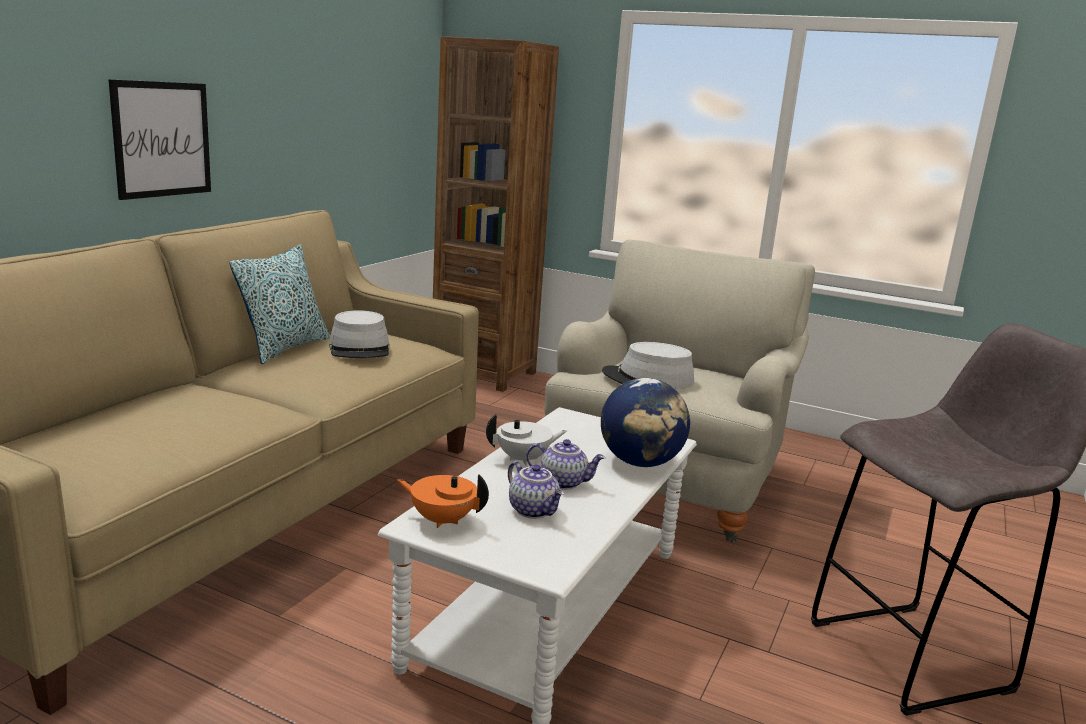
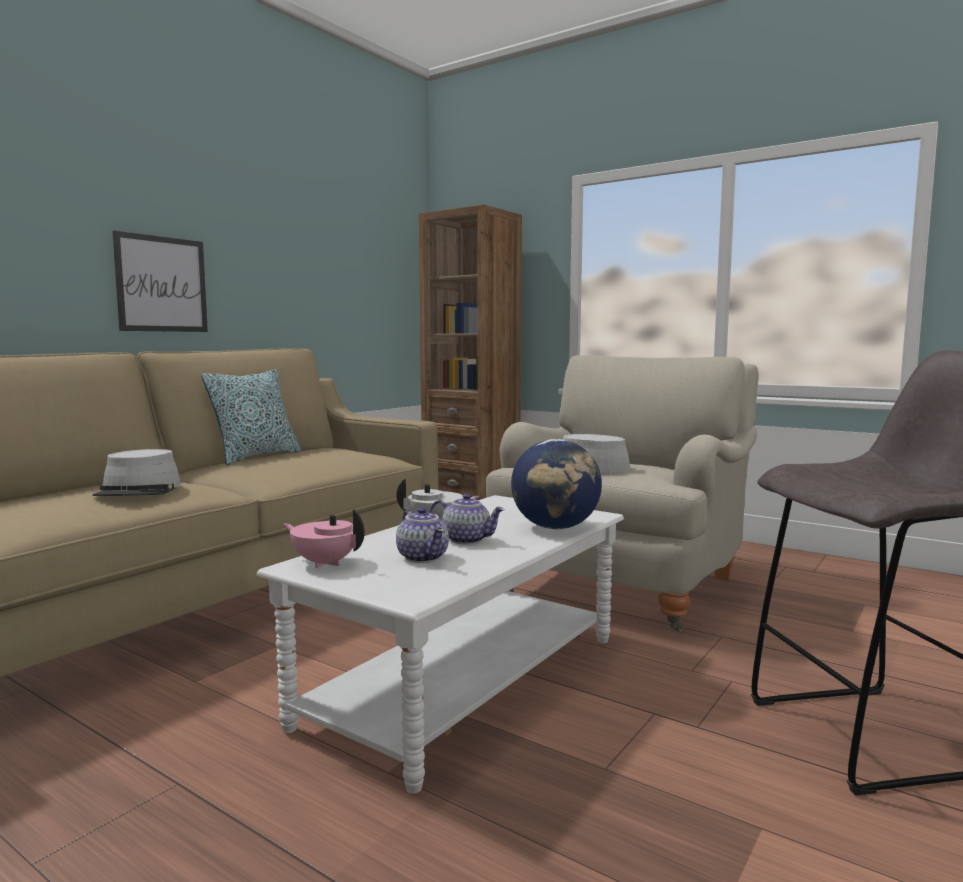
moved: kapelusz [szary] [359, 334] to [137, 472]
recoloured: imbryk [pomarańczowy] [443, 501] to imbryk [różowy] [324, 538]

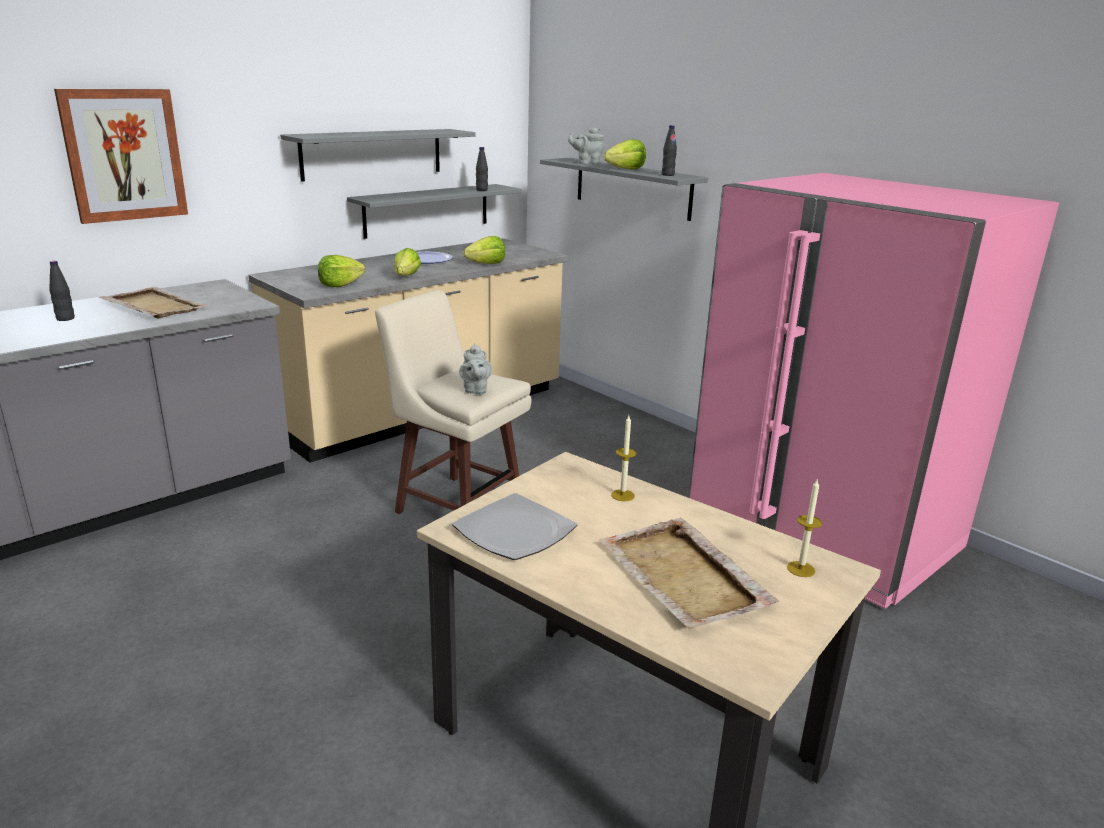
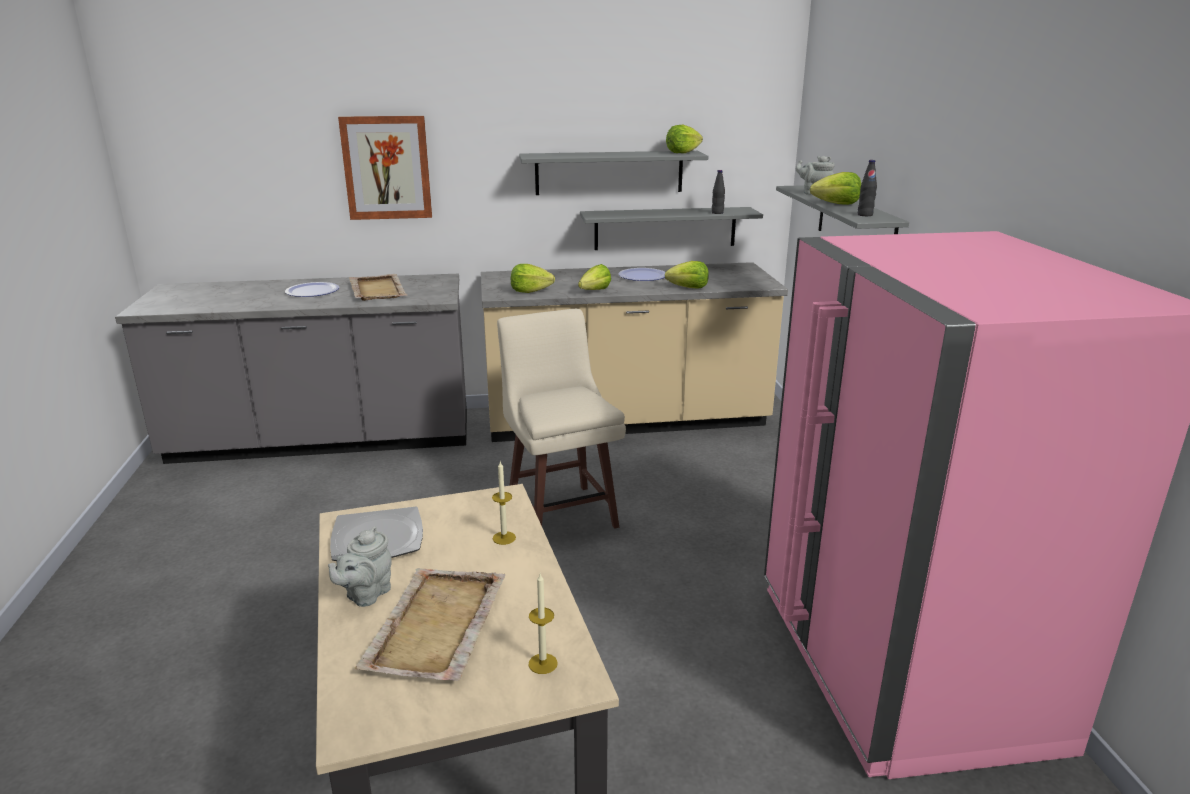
added: sałata [684, 139]
moved: imbryk [szary] [475, 368] to [360, 566]
replaced: butelka [czarny] [62, 291] to talerz [312, 289]

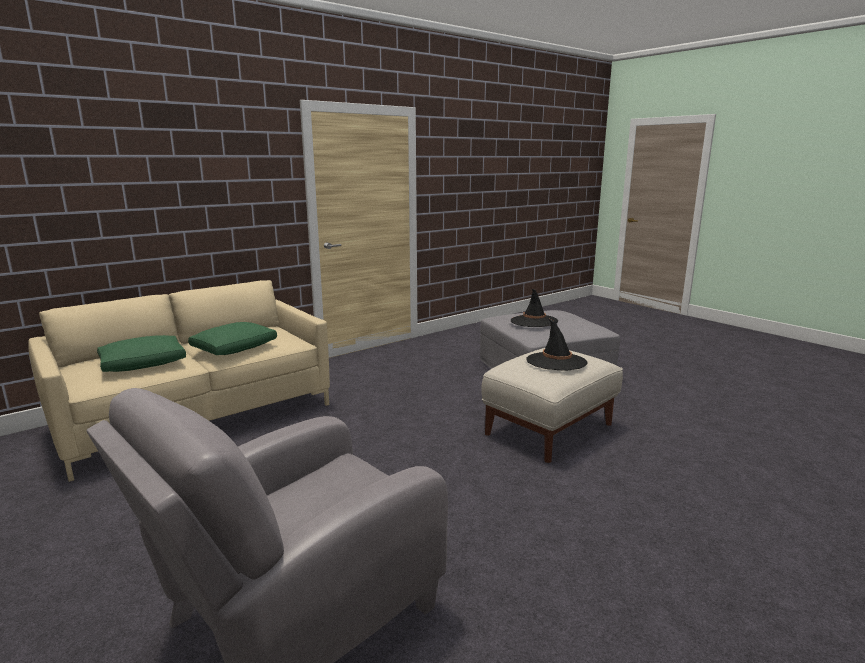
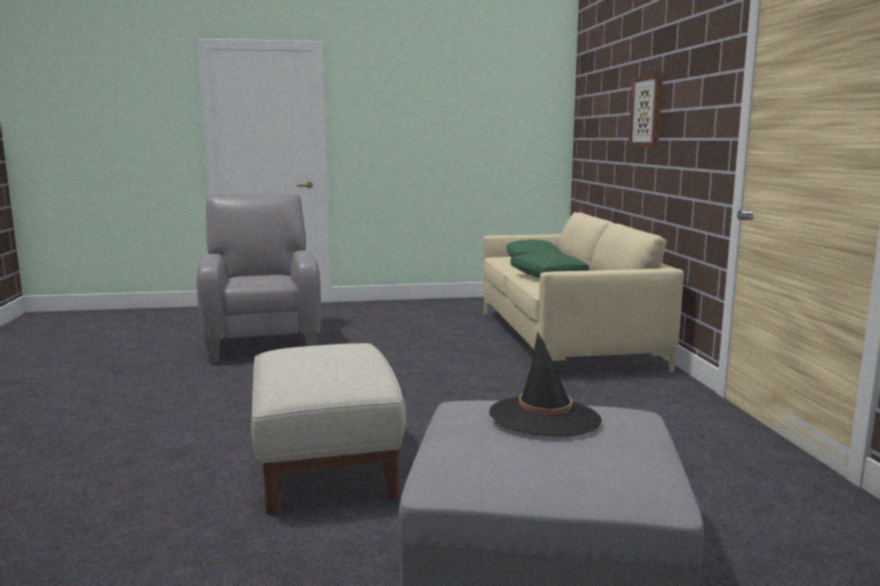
removed: kapelusz [czarny] [557, 344]
added: obraz [646, 110]

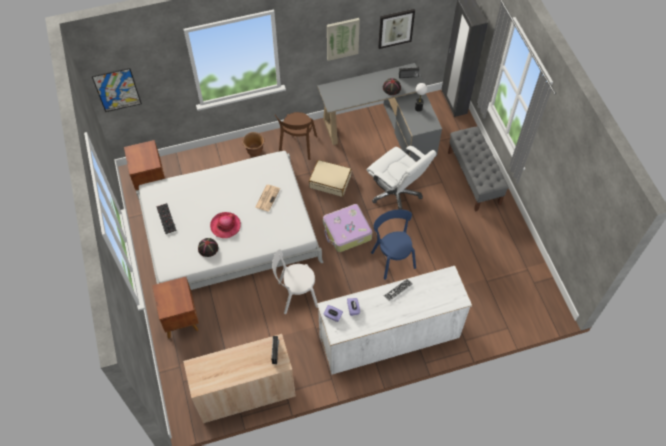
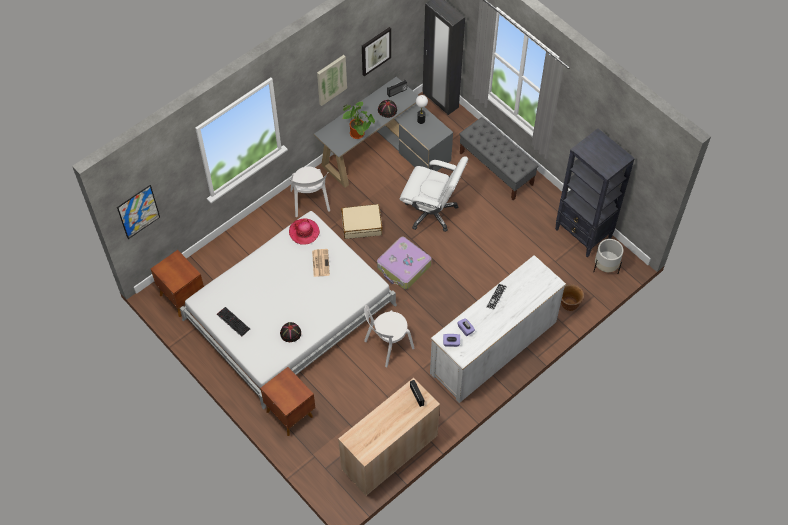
removed: krzesło [niebieski] [393, 244]
added: roślina doniczkowa [358, 120]; regał [czarny] [595, 193]; donica [biały] [608, 256]
moved: kapelusz [225, 225] to [304, 232]; donica [brązowy] [253, 144] to [572, 297]
recoloured: krzesło [brązowy] [296, 136] to krzesło [biały] [309, 192]

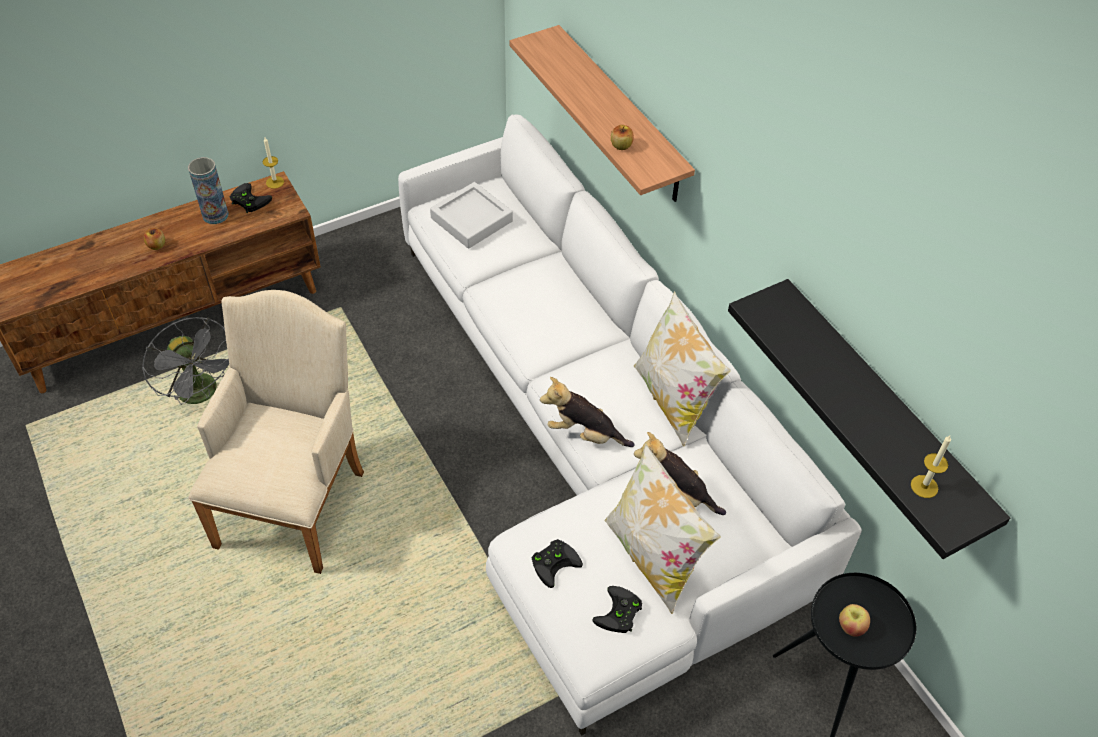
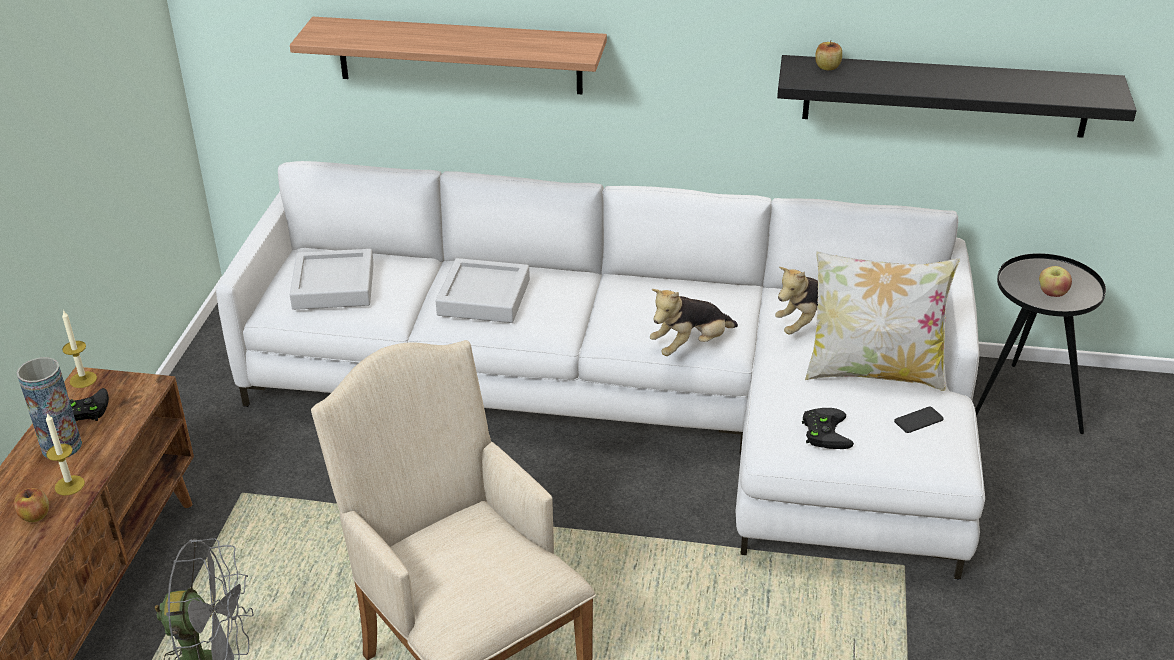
removed: poduszka [682, 369]
added: taca [szary] [483, 290]
moved: jabłko [622, 137] to [828, 55]; świeca [931, 466] to [65, 454]
replaced: pad do gier [czarny] [617, 609] to telefon [919, 420]

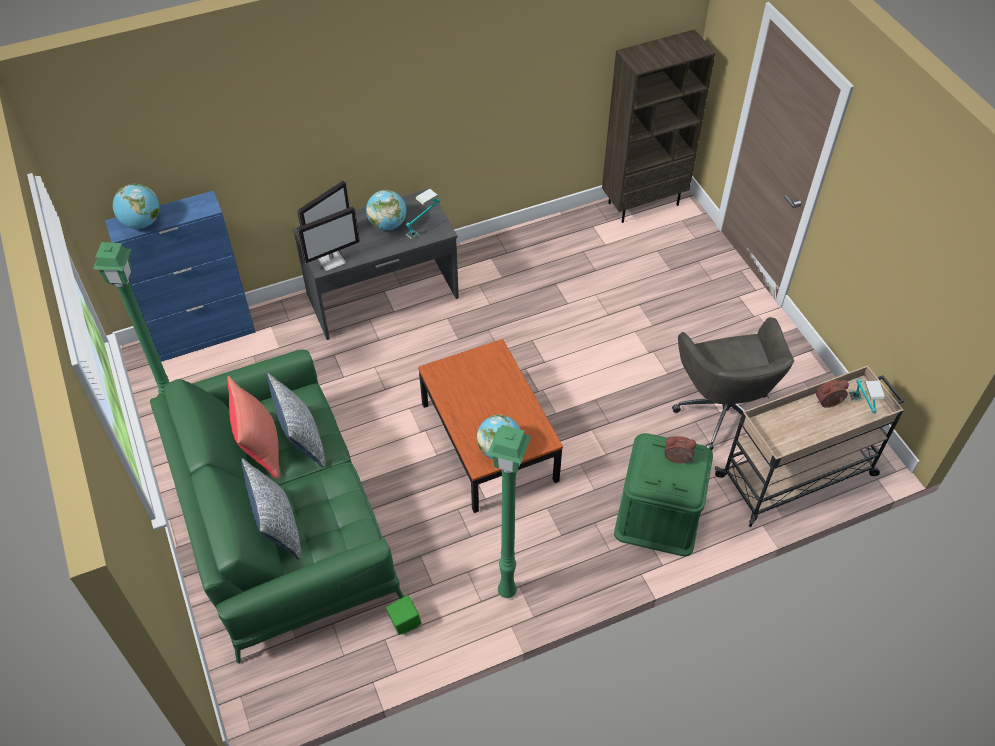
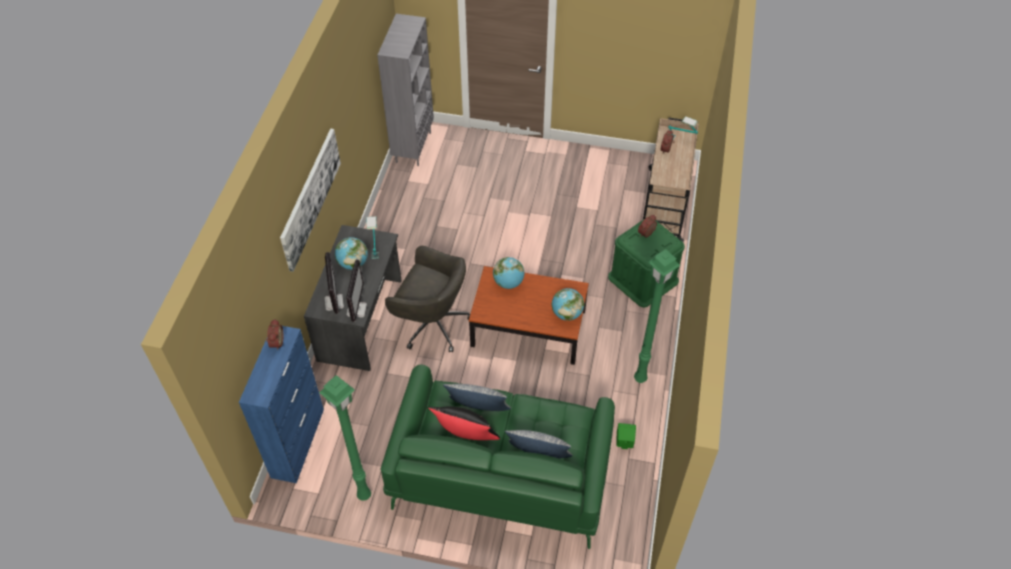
added: budzik [274, 334]; obraz [310, 200]
moved: globus [136, 206] to [508, 273]; krzesło biurowe [szary] [733, 384] to [427, 299]
recoloured: poduszka [czerwony] [253, 427] to poduszka [czarny] [464, 423]; regał [brązowy] [659, 126] to regał [szary] [405, 90]

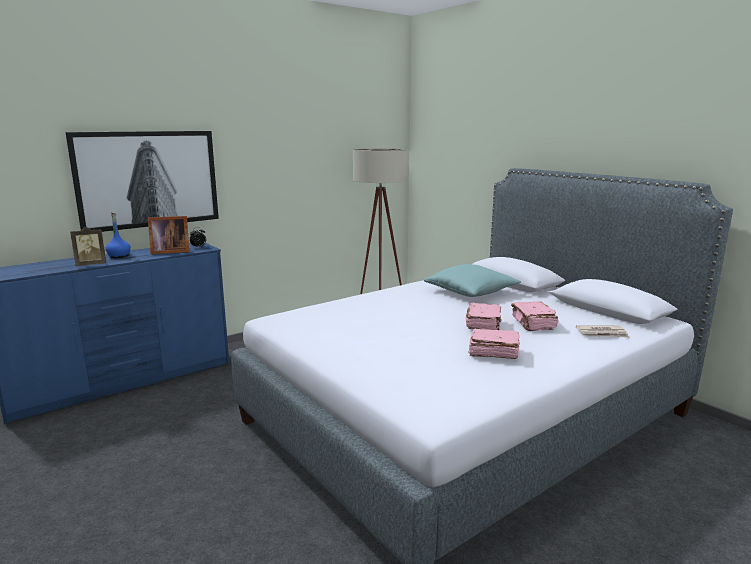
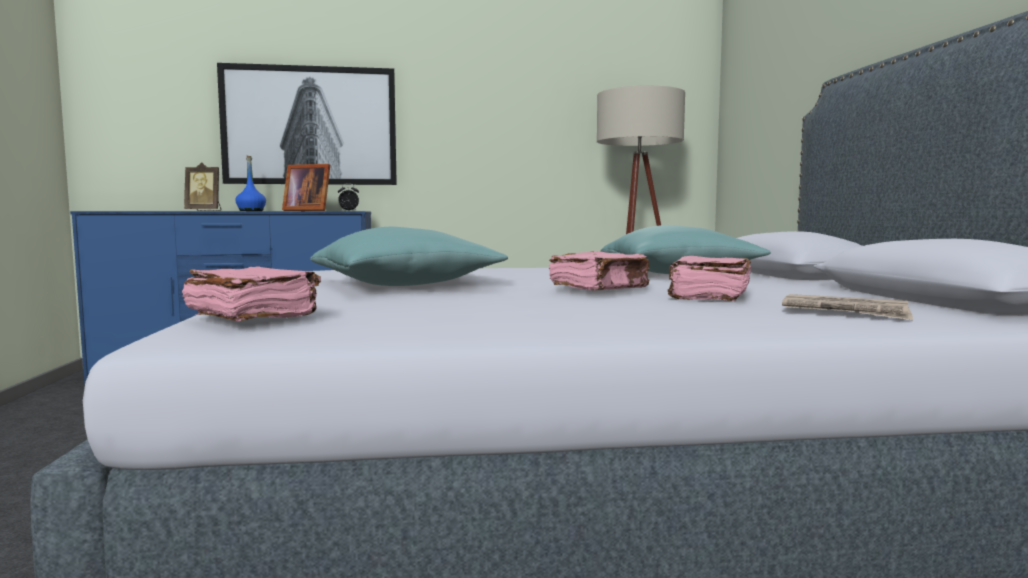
added: poduszka [turkusowy] [409, 256]
moved: książka [różowy] [494, 343] to [251, 293]

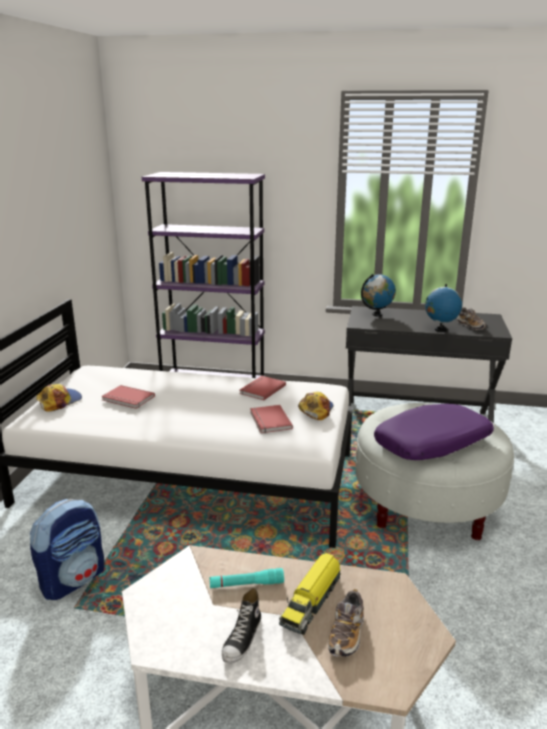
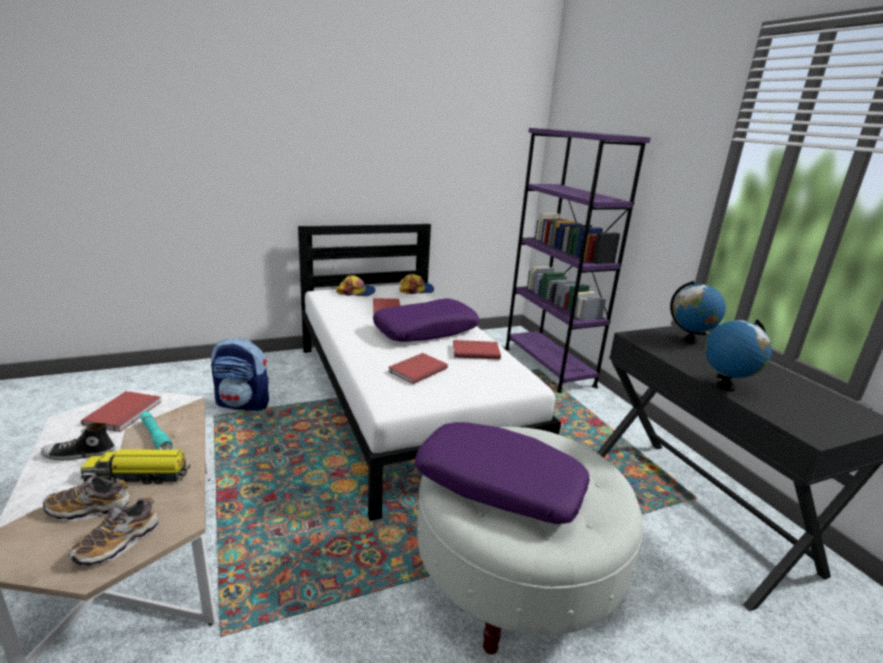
added: książka [czerwony] [121, 411]; poduszka [fioletowy] [426, 320]
moved: czapka z daszkiem [316, 406] to [416, 284]; but [472, 318] to [114, 531]

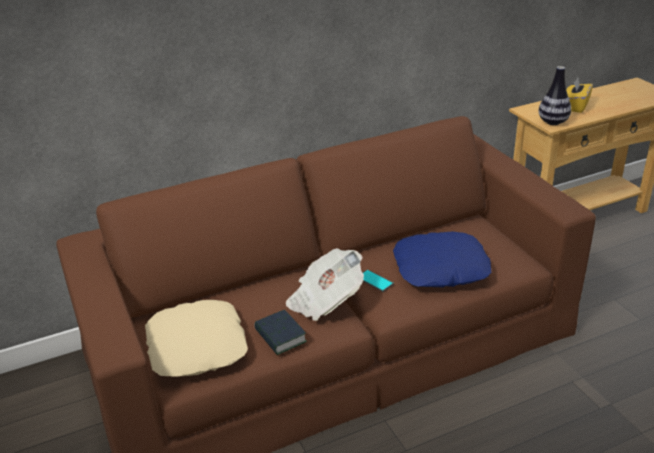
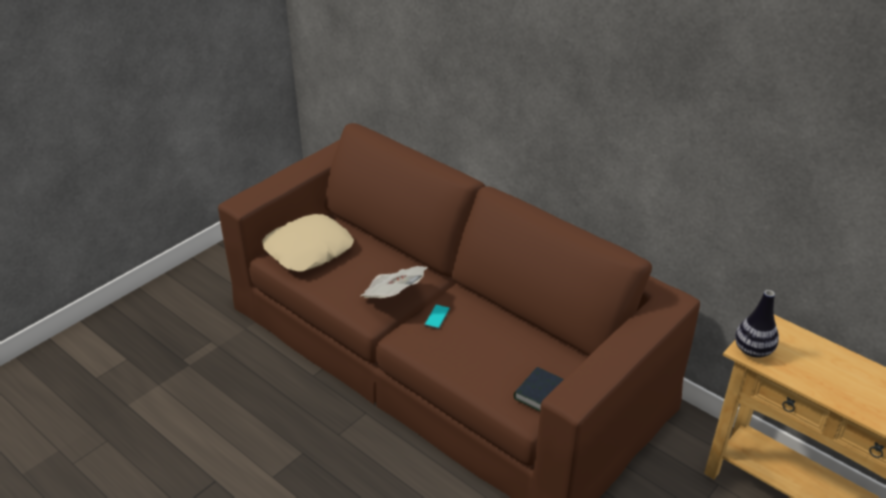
removed: poduszka [niebieski] [442, 259]; pudełko chusteczek [żółty] [579, 95]
moved: książka [280, 332] to [539, 389]

